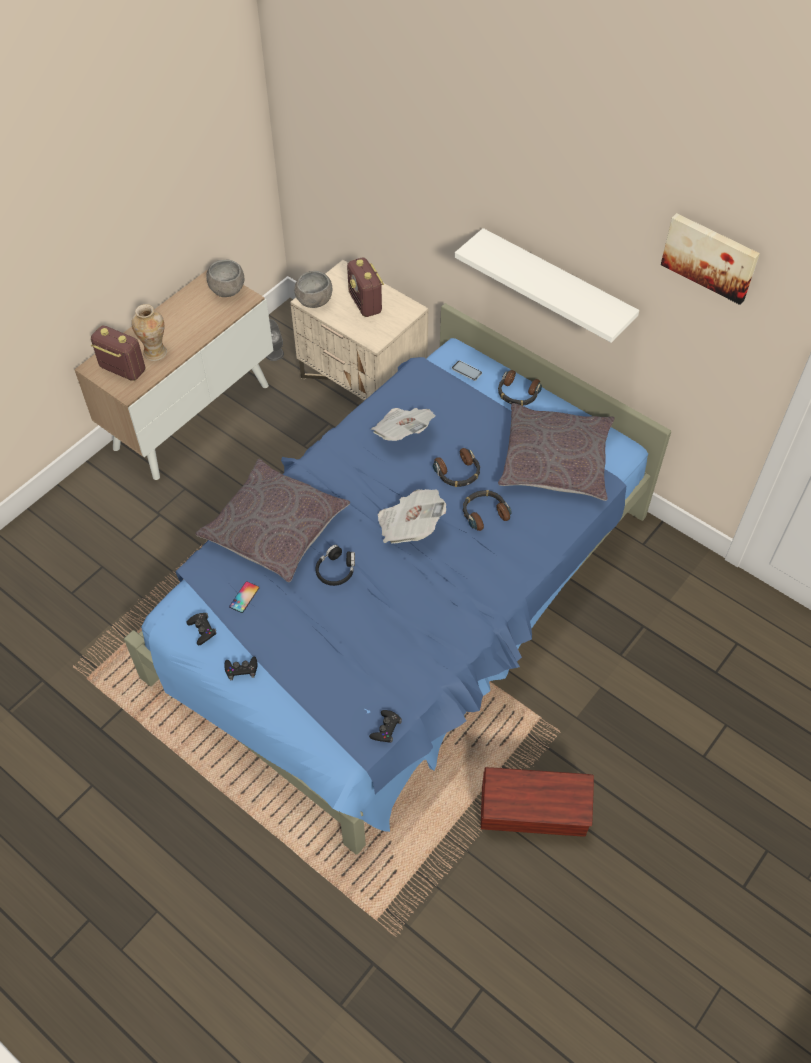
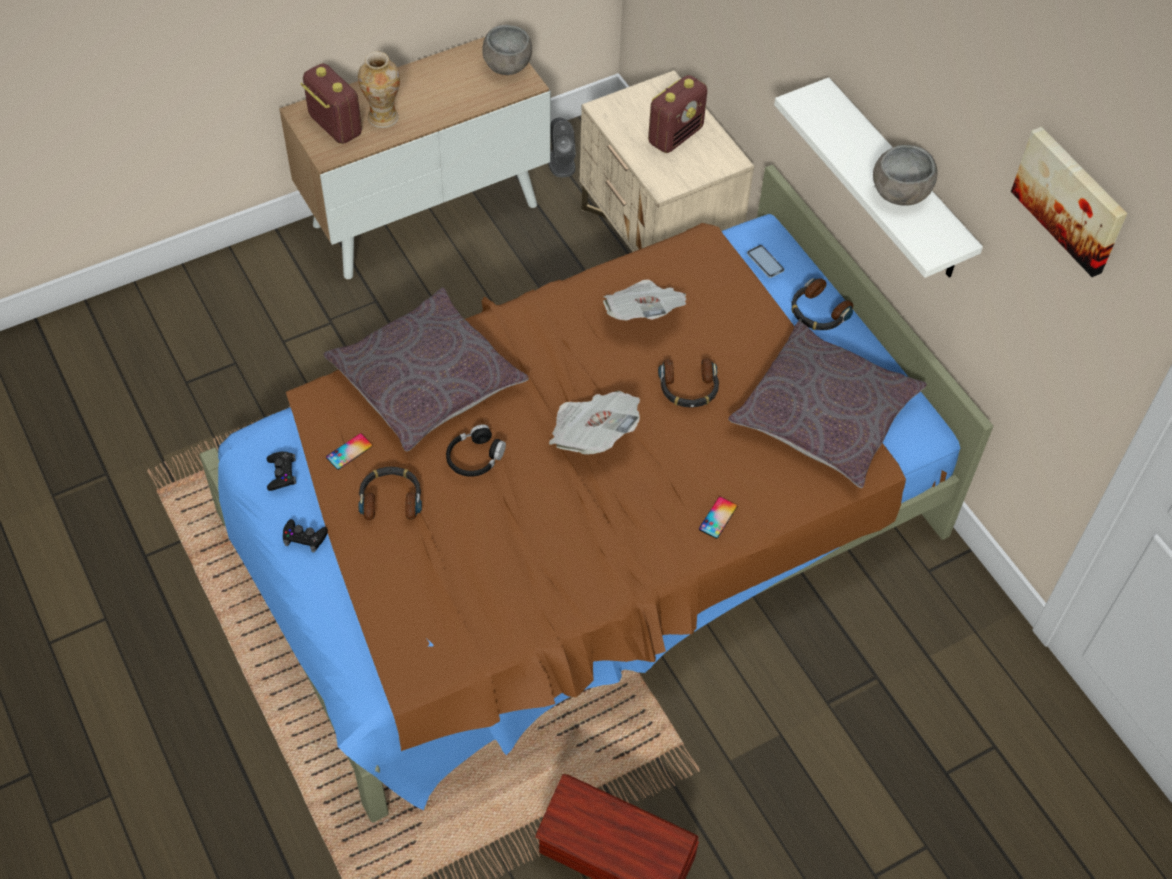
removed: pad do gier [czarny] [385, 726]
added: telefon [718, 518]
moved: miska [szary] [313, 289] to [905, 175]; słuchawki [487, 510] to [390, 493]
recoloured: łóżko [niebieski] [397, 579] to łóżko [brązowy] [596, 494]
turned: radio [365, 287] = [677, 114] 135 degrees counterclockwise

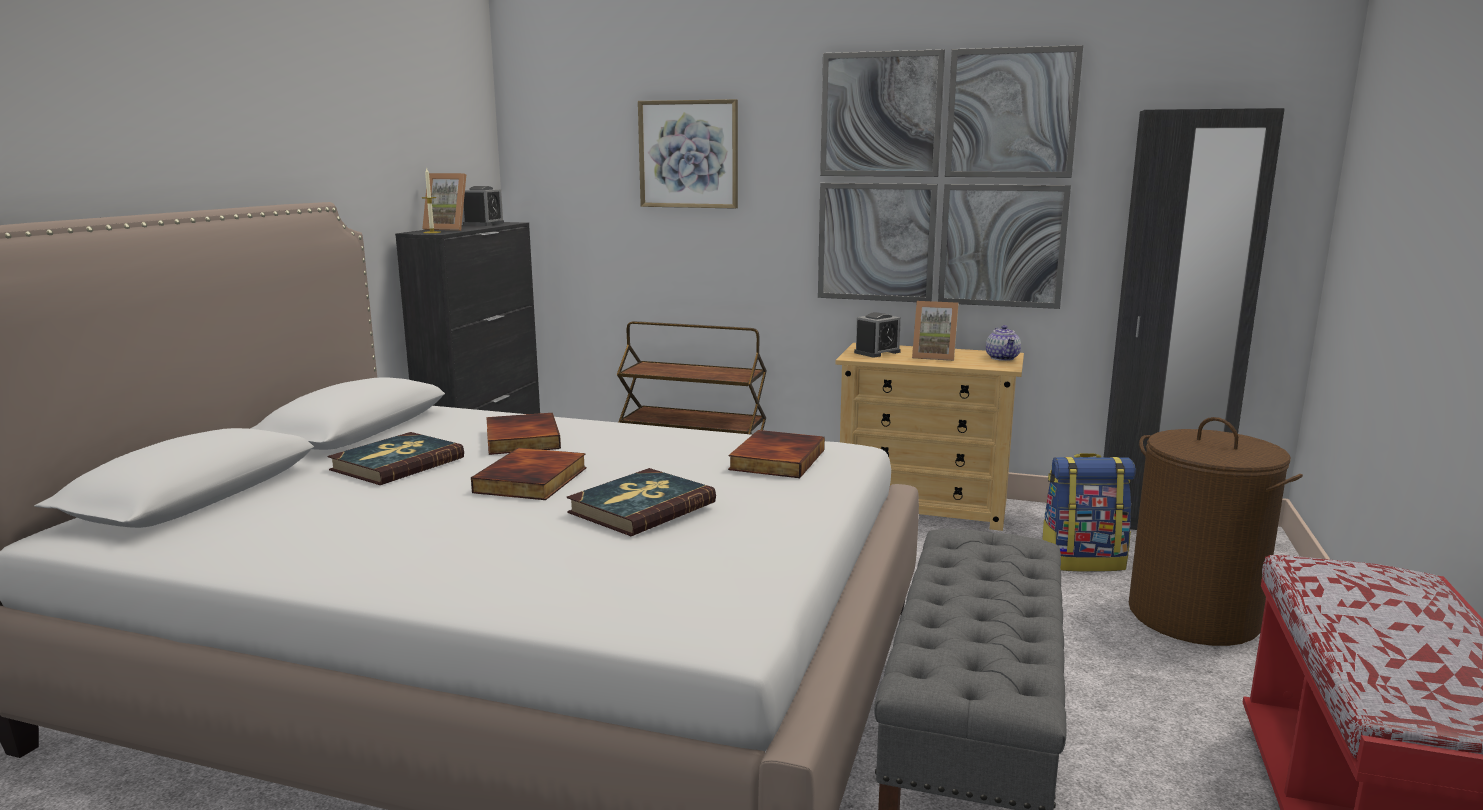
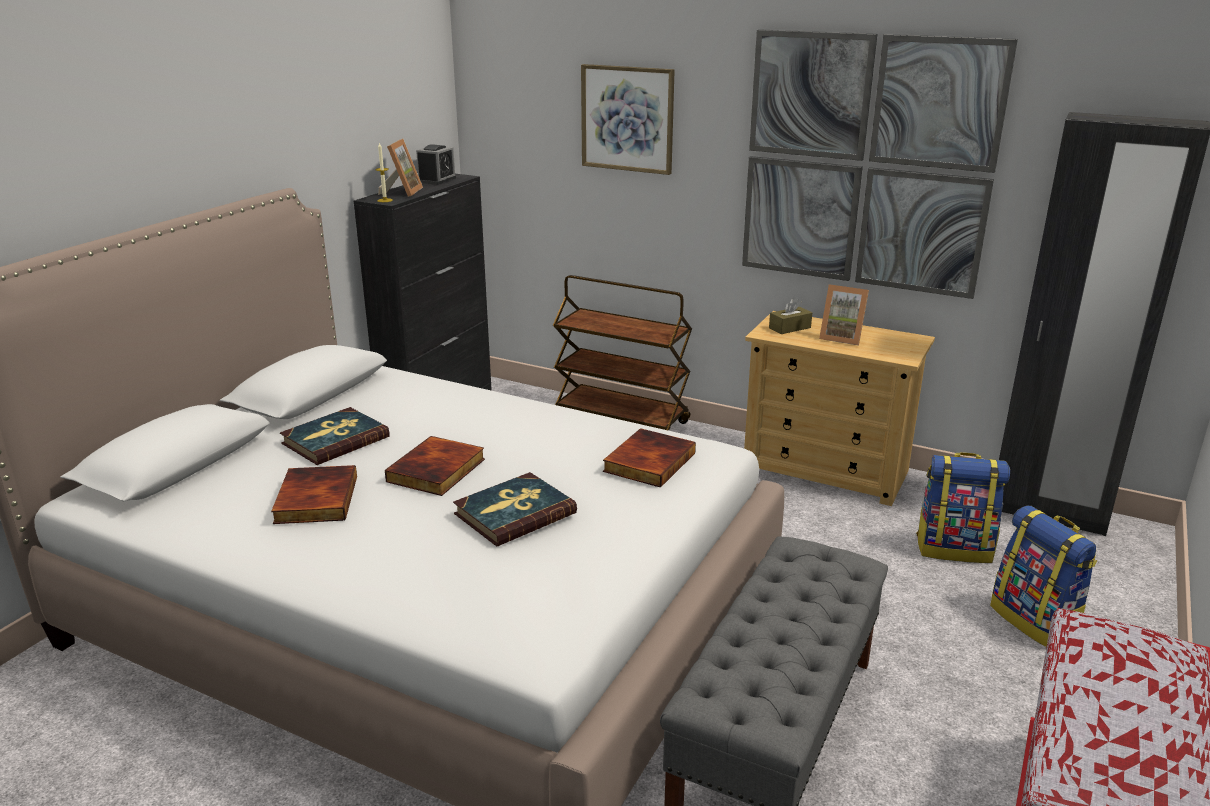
removed: imbryk [1003, 343]
moved: książka [523, 434] to [314, 494]
replaced: budzik [877, 334] to pudełko chusteczek [brązowy] [790, 316]; kosz na pranie [brązowy] [1216, 531] to plecak [1043, 576]
turned: ramka na zdjęcie [444, 202] = [400, 168] 105 degrees counterclockwise

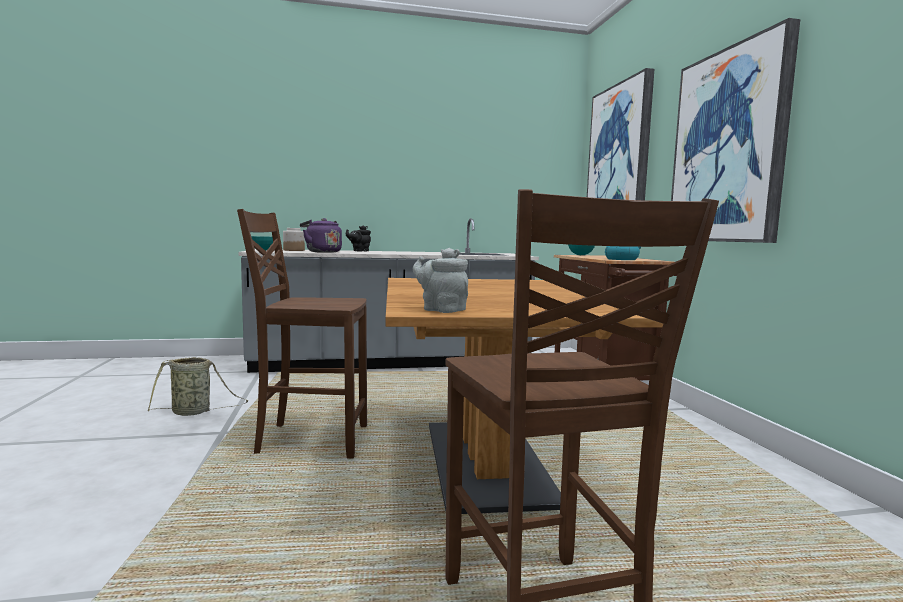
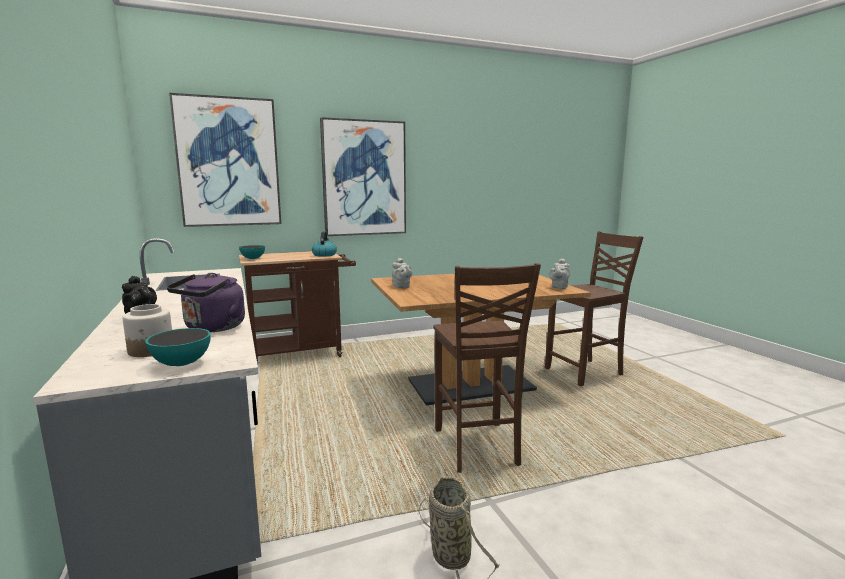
added: imbryk [szary] [402, 273]

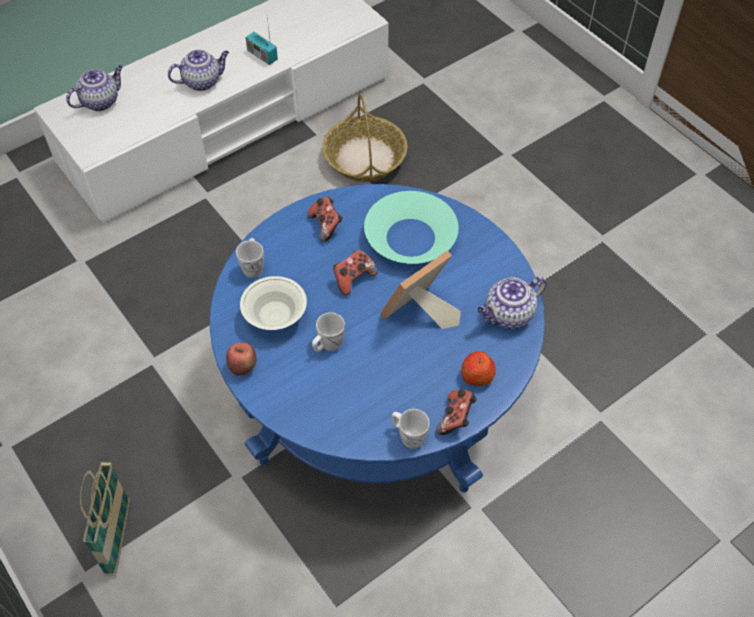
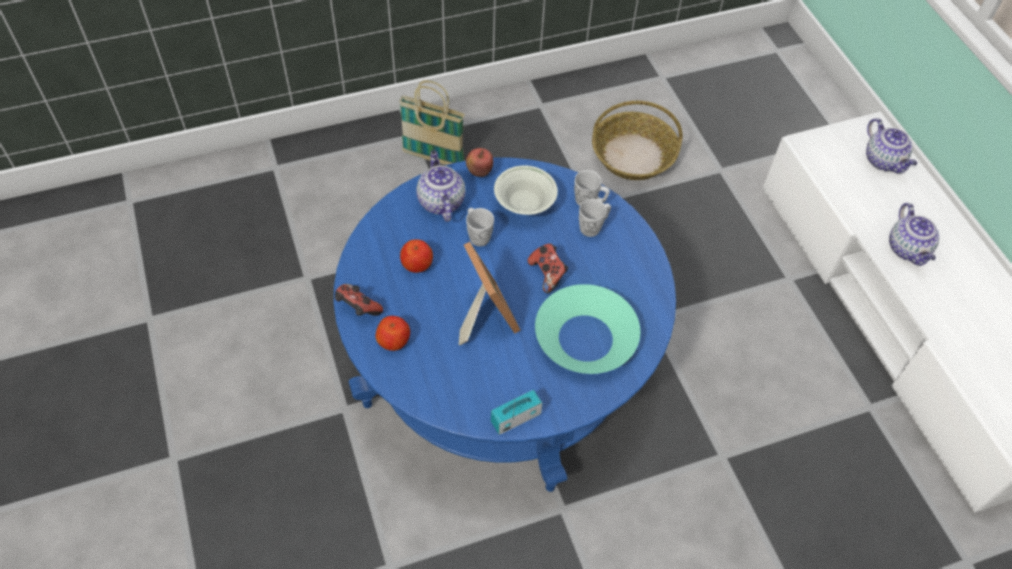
removed: pad do gier [325, 219]
added: jabłko [416, 256]
moved: radio [261, 41] to [517, 412]; koszyk [365, 137] to [637, 140]; kubek [biały] [411, 429] to [595, 218]; imbryk [512, 302] to [441, 186]

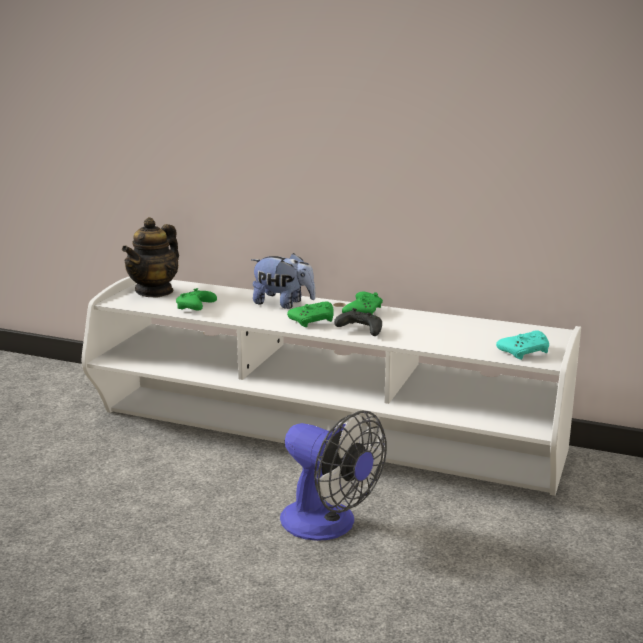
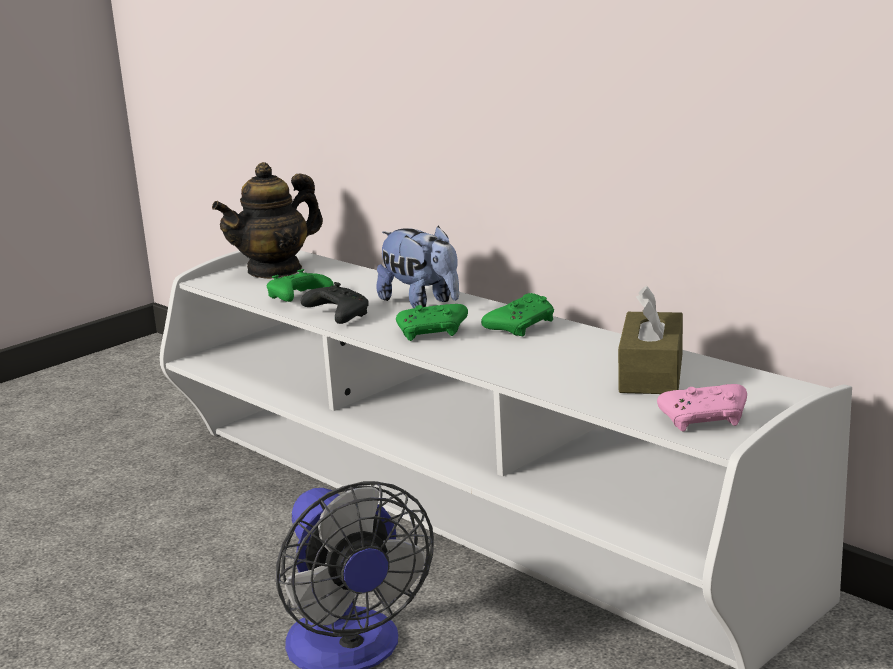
added: pudełko chusteczek [brązowy] [650, 340]
moved: pad do gier [czarny] [358, 322] to [335, 303]
recoloured: pad do gier [turkusowy] [522, 345] to pad do gier [różowy] [702, 408]

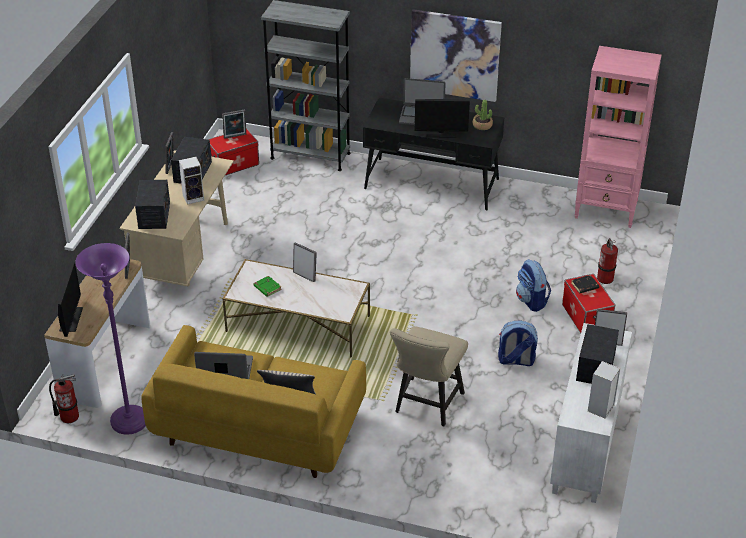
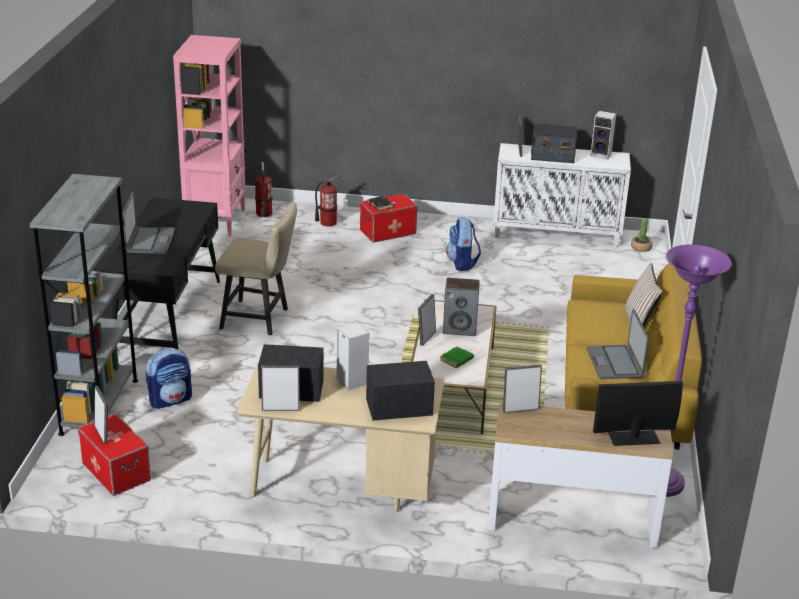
removed: obraz [456, 55]; monitor [442, 118]
added: głośnik [461, 307]
moved: gaśnica [64, 398] to [264, 189]; krzesło [beżowy] [429, 376] to [256, 269]; roślina doniczkowa [483, 115] to [642, 235]; plecak [533, 285] to [169, 378]

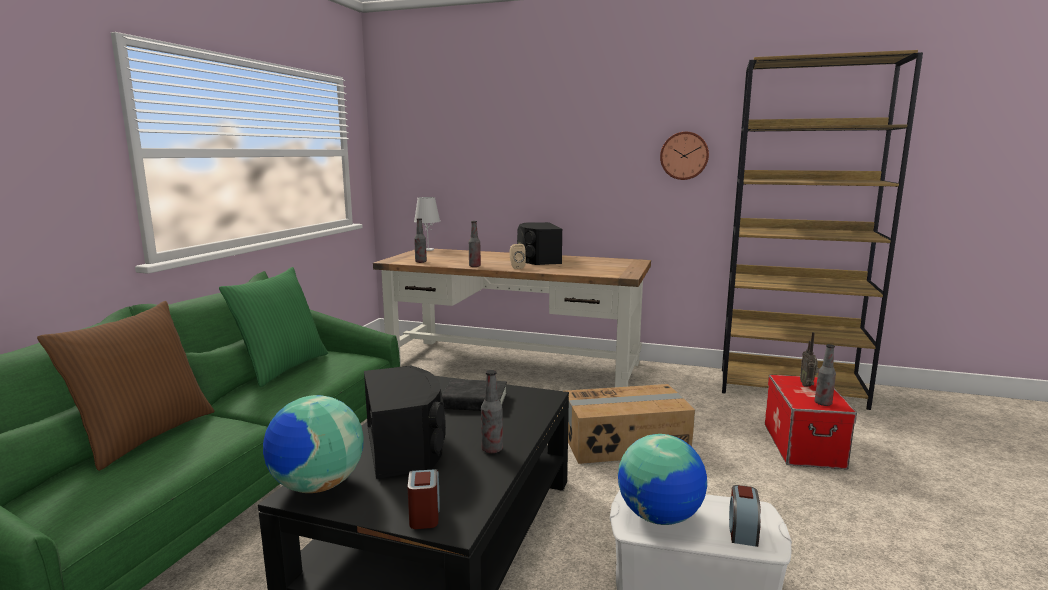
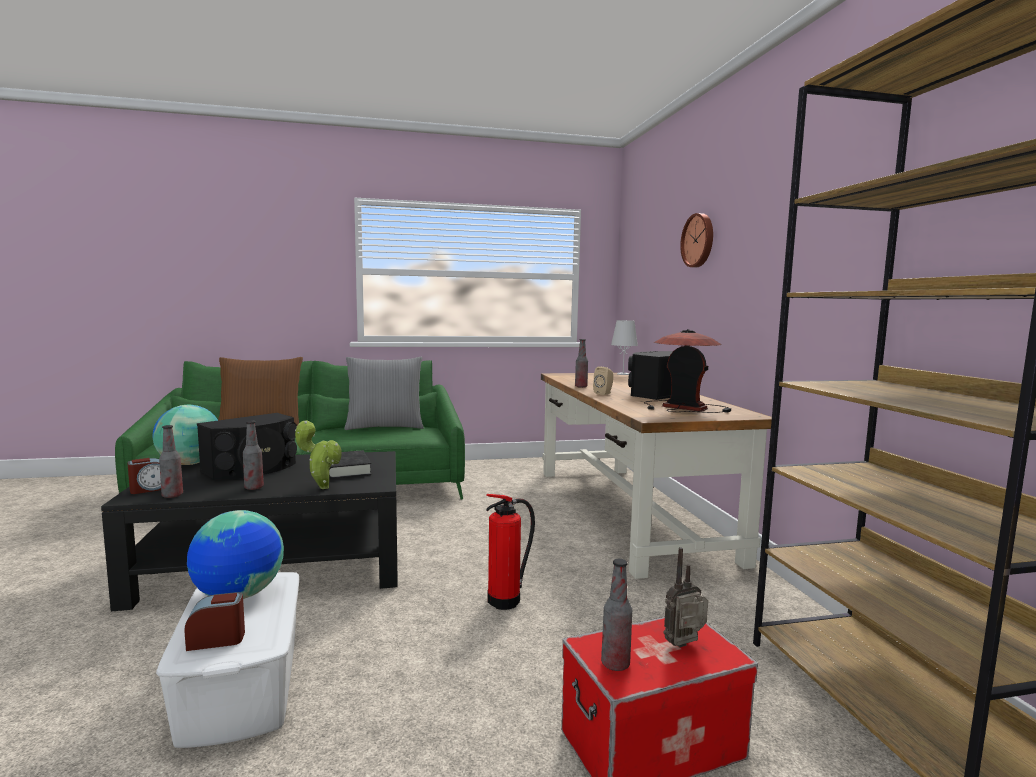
added: roślina doniczkowa [318, 454]; lampa stołowa [687, 371]
moved: butelka [420, 240] to [171, 461]; zegar ścienny [684, 156] to [696, 240]
replaced: karton [630, 424] to gaśnica [510, 552]
recoloured: poduszka [zielony] [273, 327] to poduszka [szary] [384, 393]

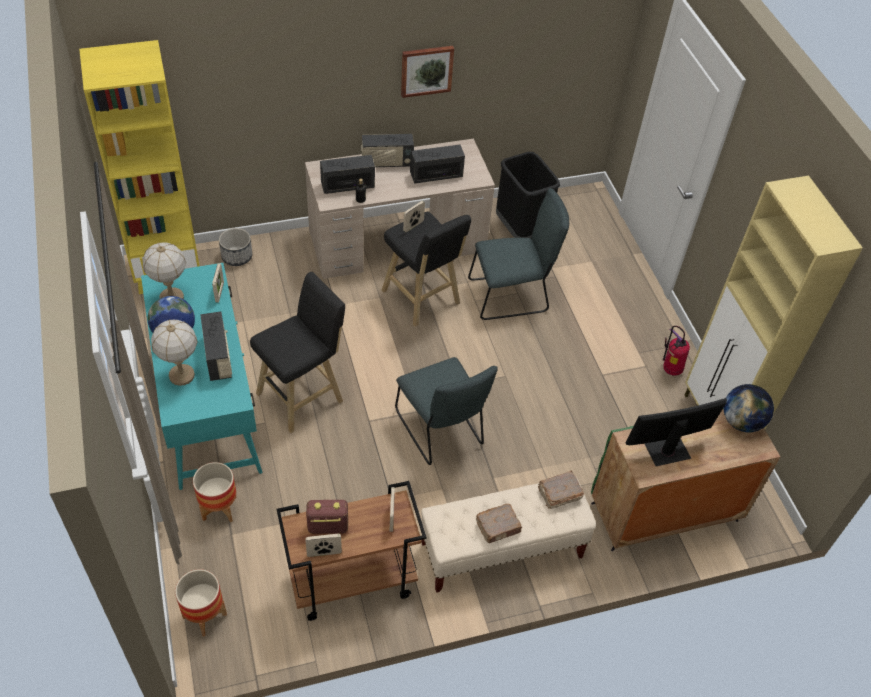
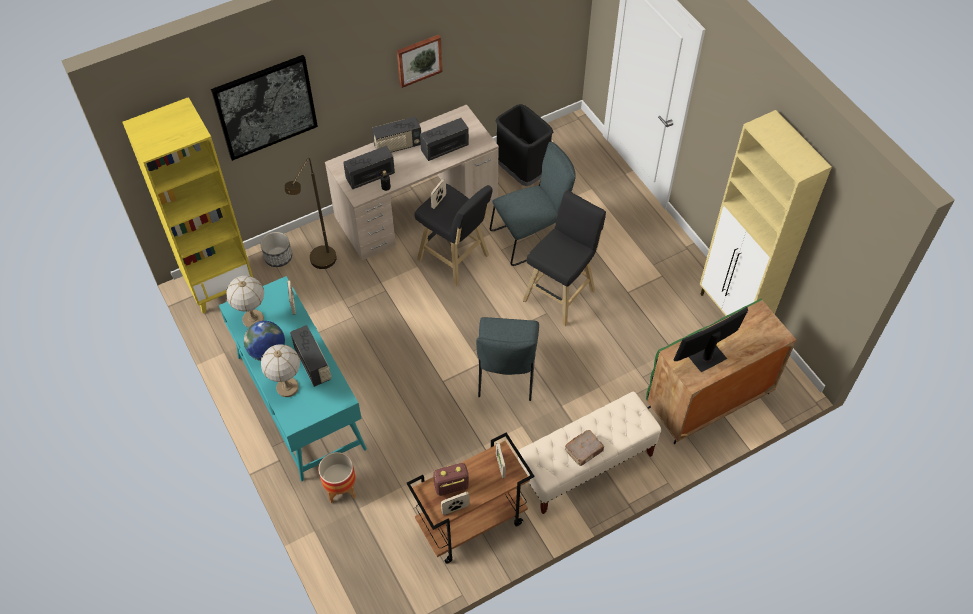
removed: donica [201, 602]; książka [brązowy] [561, 489]; gaśnica [676, 351]; globus [749, 408]
added: obraz [264, 108]; lampa stojąca [brązowy] [311, 213]
moved: stołek [czarny] [297, 352] to [564, 258]
turned: krzesło [szary] [446, 411] = [507, 359] 45 degrees clockwise

